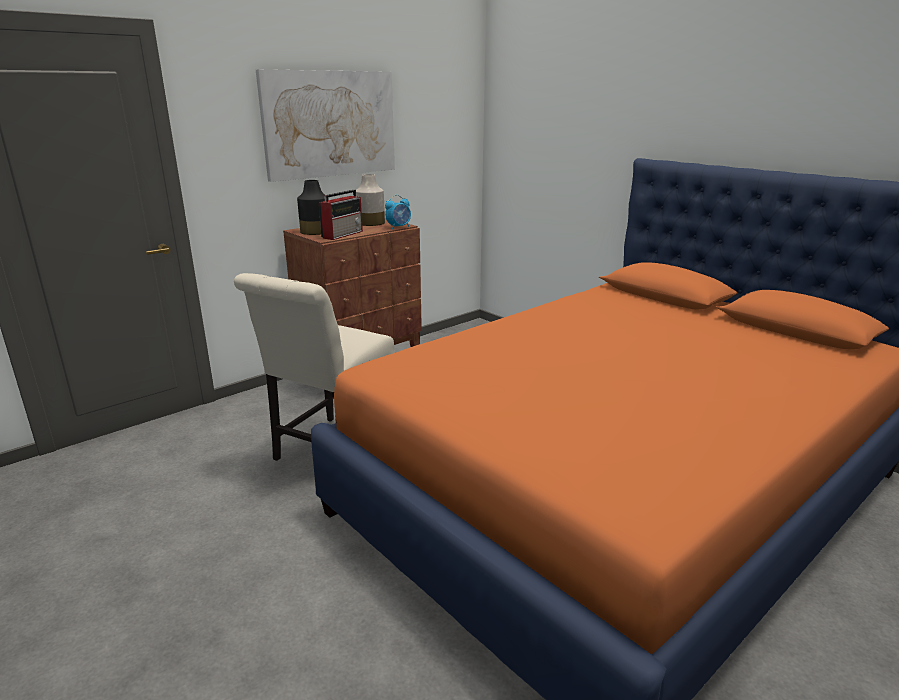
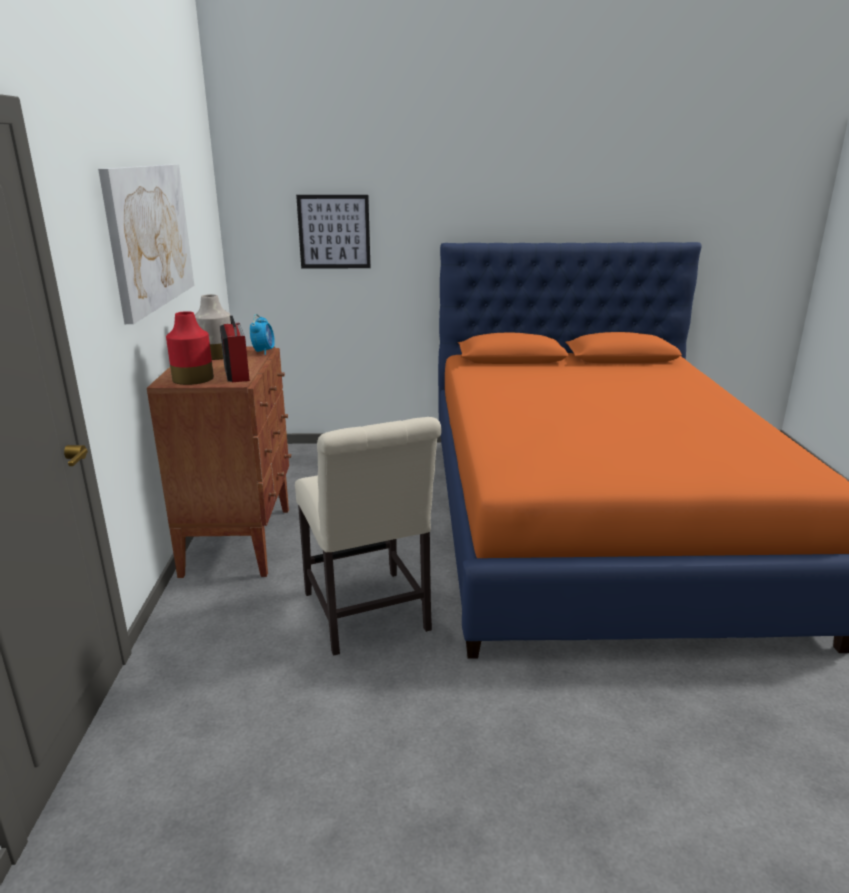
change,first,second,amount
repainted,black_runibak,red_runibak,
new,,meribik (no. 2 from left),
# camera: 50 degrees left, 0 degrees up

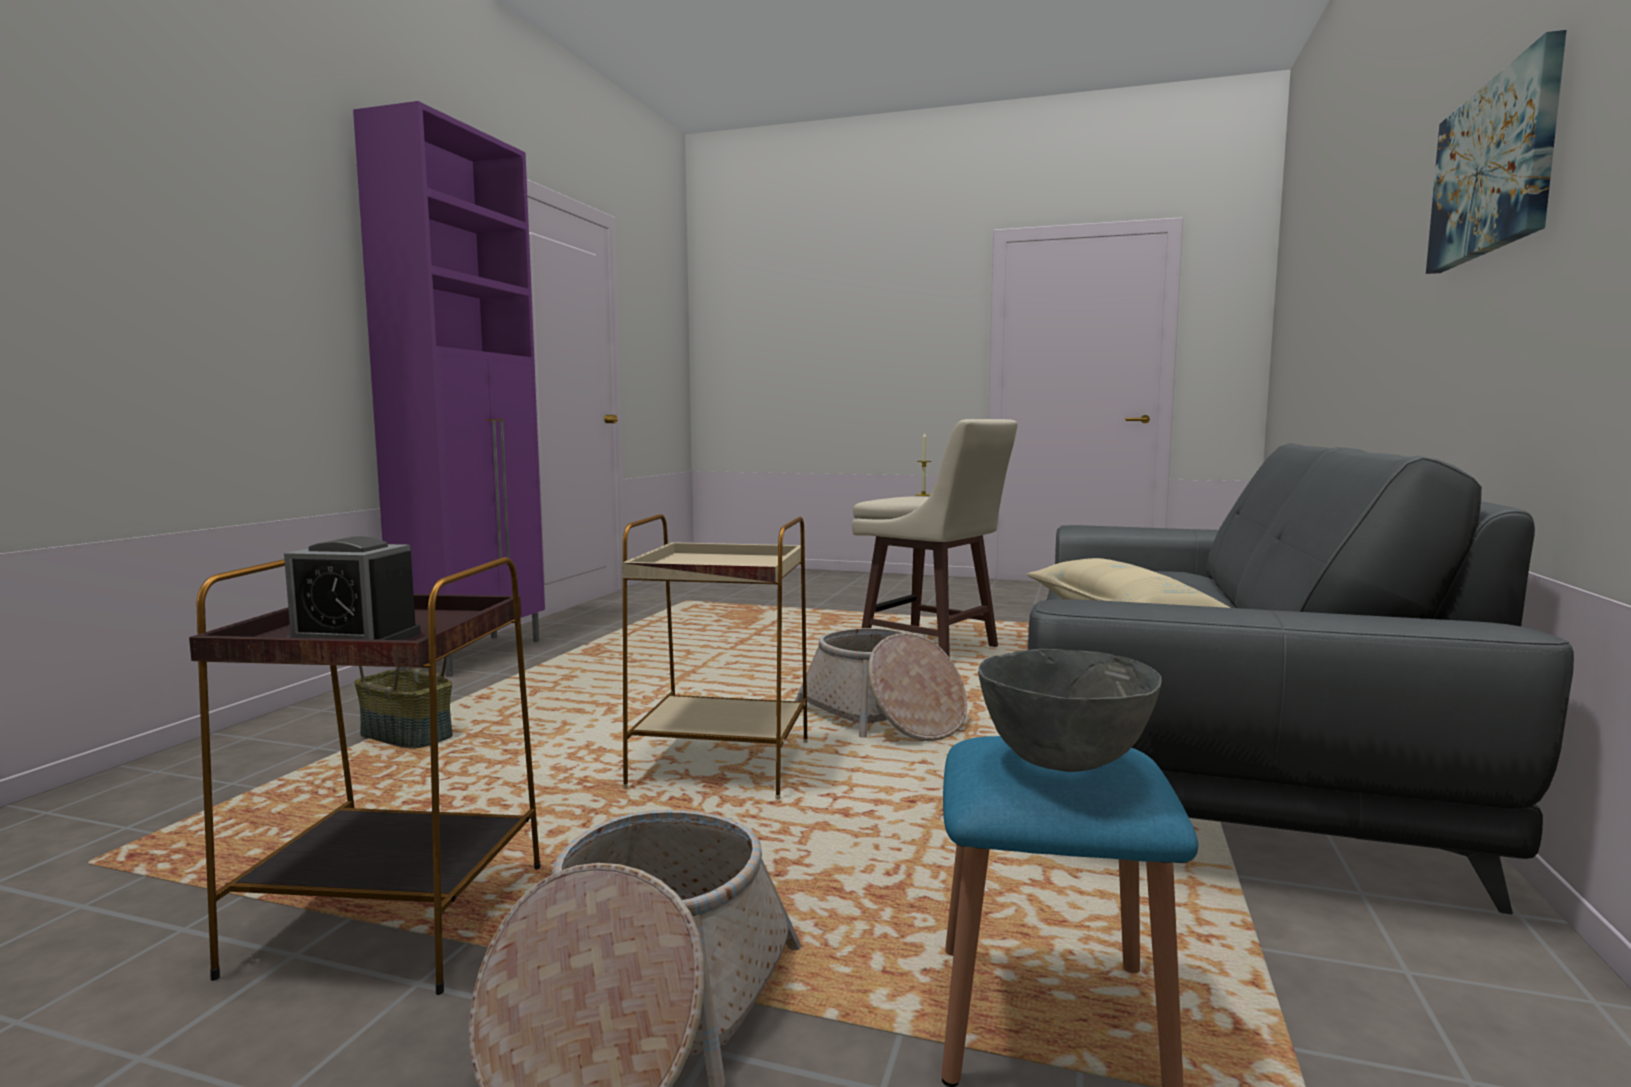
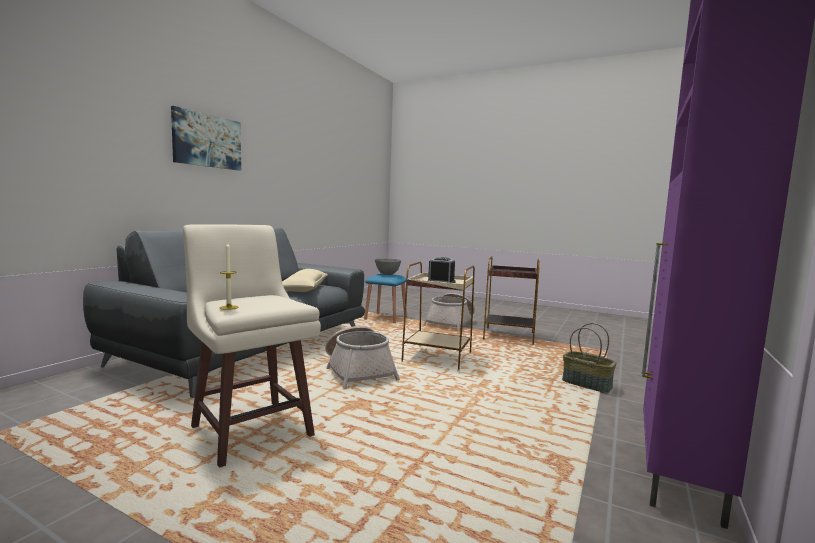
change,first,second,amount
shifted,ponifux,,
# camera: 170 degrees left, 0 degrees up

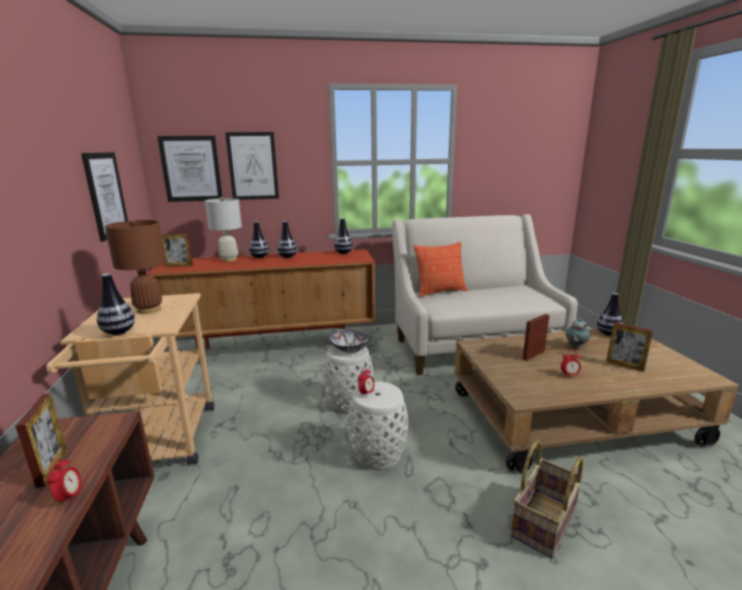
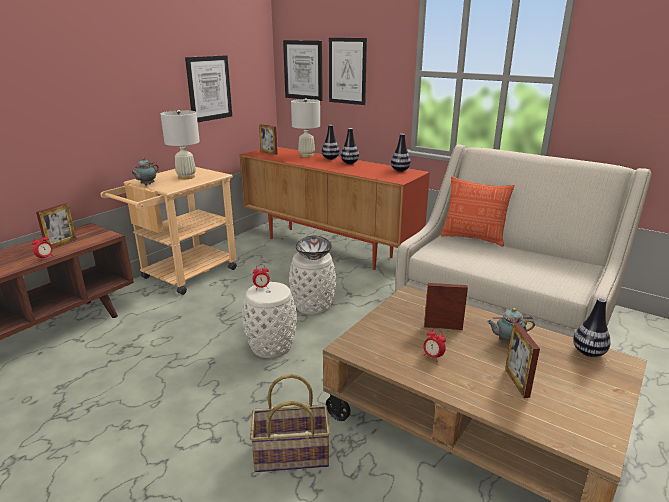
change,first,second,amount
swapped,runibak (no. 1 from left),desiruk (no. 1 from left),
repainted,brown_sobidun,white_sobidun (no. 1 from left),
# camera: 45 degrees right, 5 degrees up

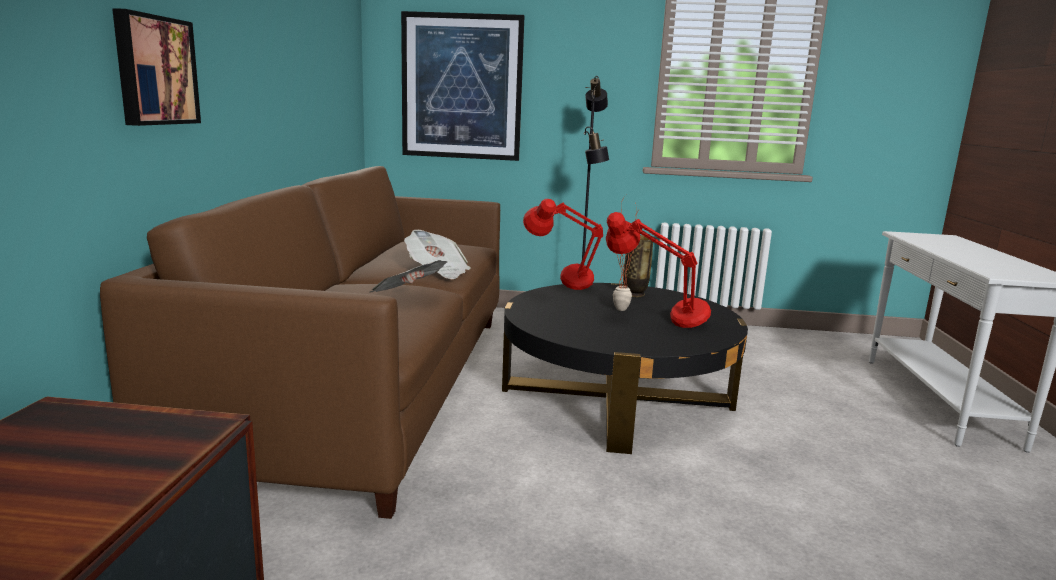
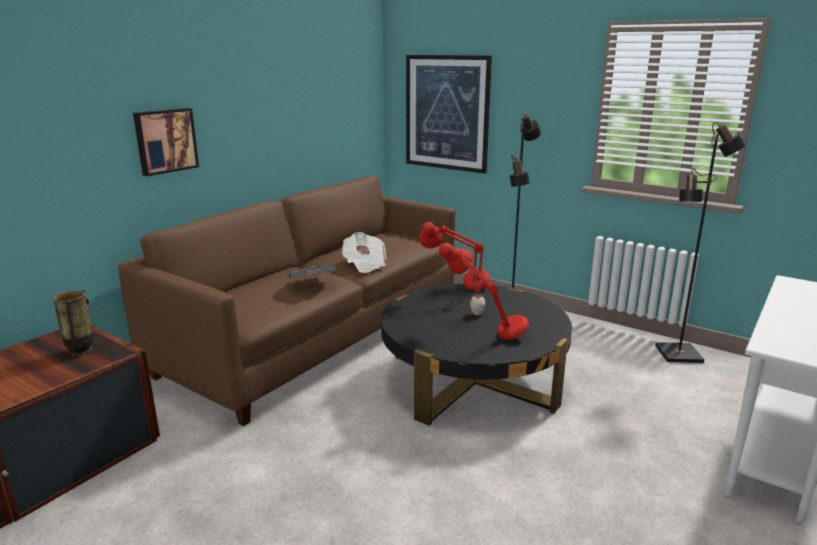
change,first,second,amount
shifted,runibak,,
new,,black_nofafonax (no. 2 from left),
# camera: 30 degrees right, 5 degrees up

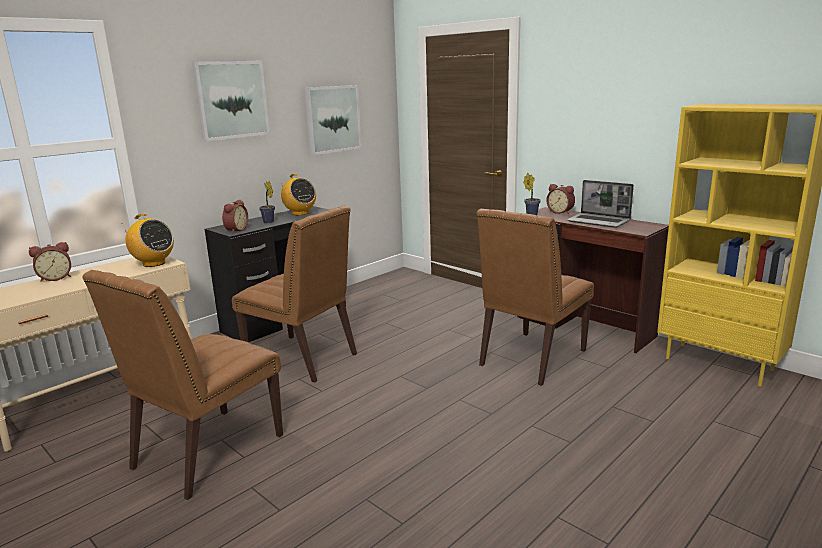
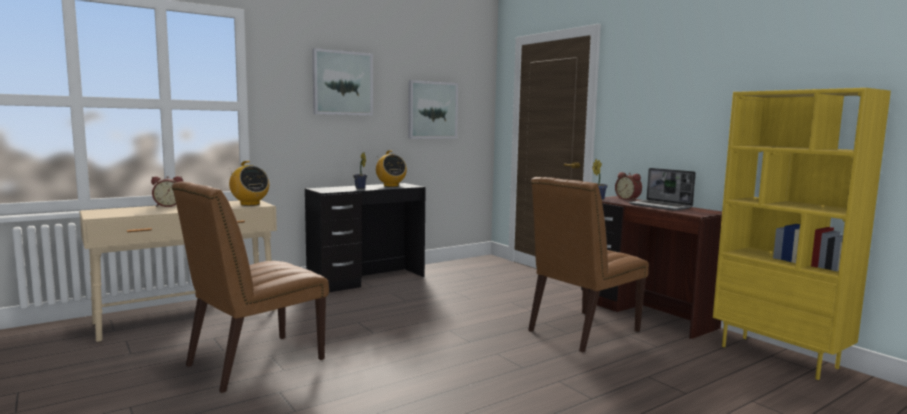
change,first,second,amount
gone,ponifux (no. 2 from left),,
gone,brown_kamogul (no. 2 from left),,
# camera: 10 degrees right, 10 degrees down

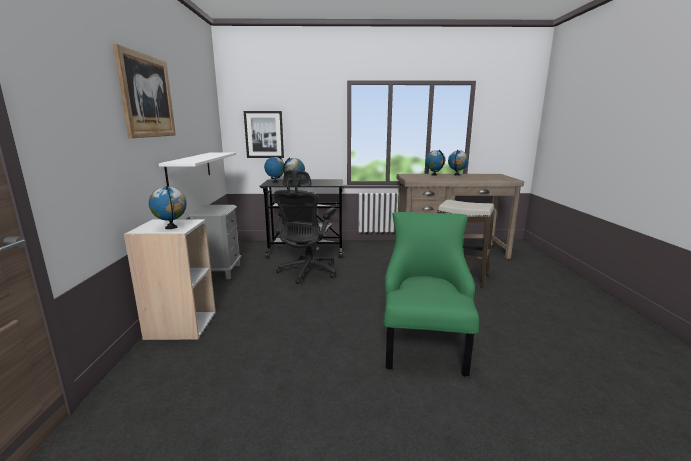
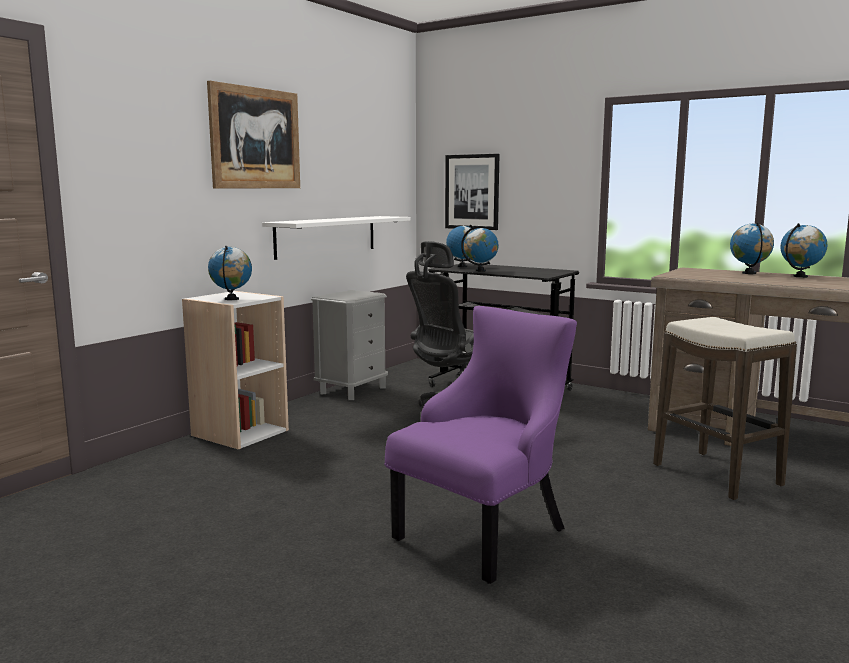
change,first,second,amount
repainted,green_kamogul,purple_kamogul,
# camera: 35 degrees right, 5 degrees down

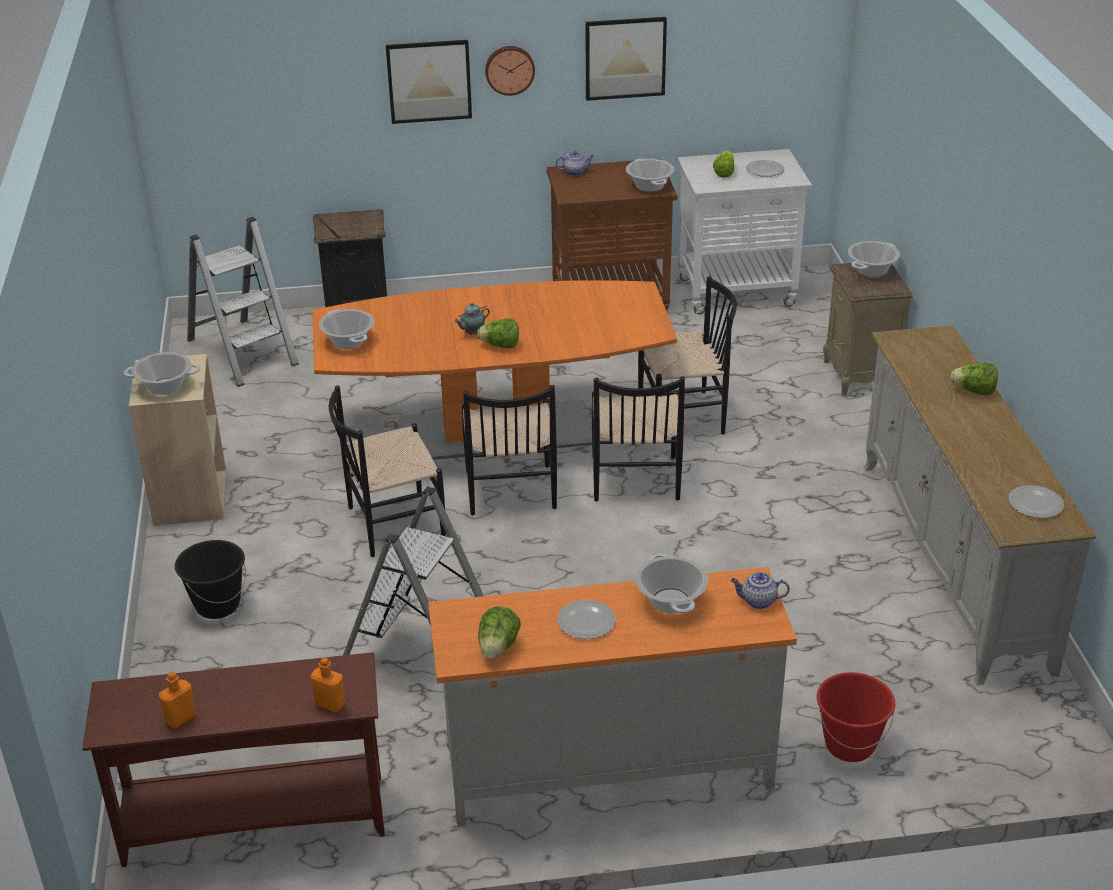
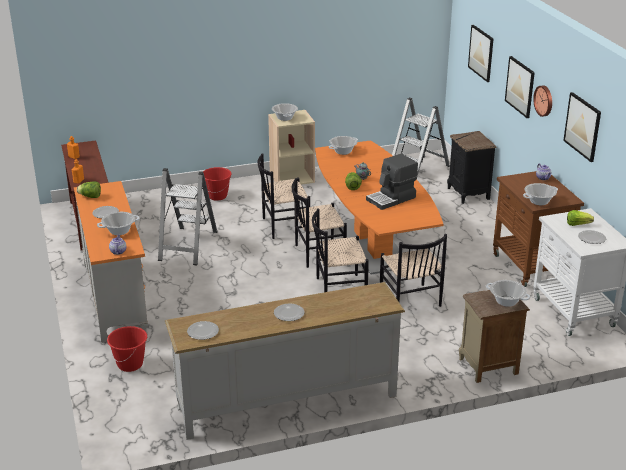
change,first,second,amount
repainted,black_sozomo,red_sozomo (no. 2 from left),
rotated,black_kamogul (no. 1 from left),,75 degrees counterclockwise
gone,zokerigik (no. 4 from left),,
new,,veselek (no. 3 from left),
new,,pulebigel,
new,,meribik (no. 1 from left),
# camera: 80 degrees right, 5 degrees down

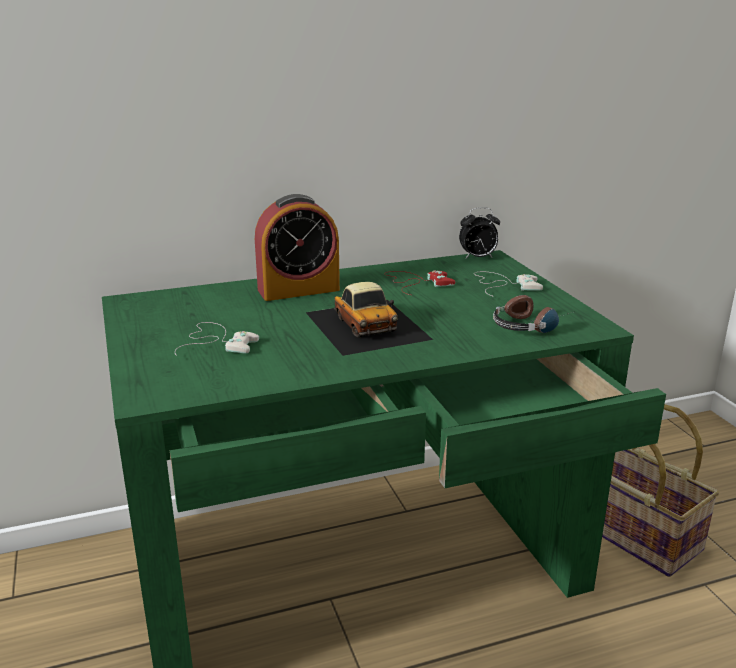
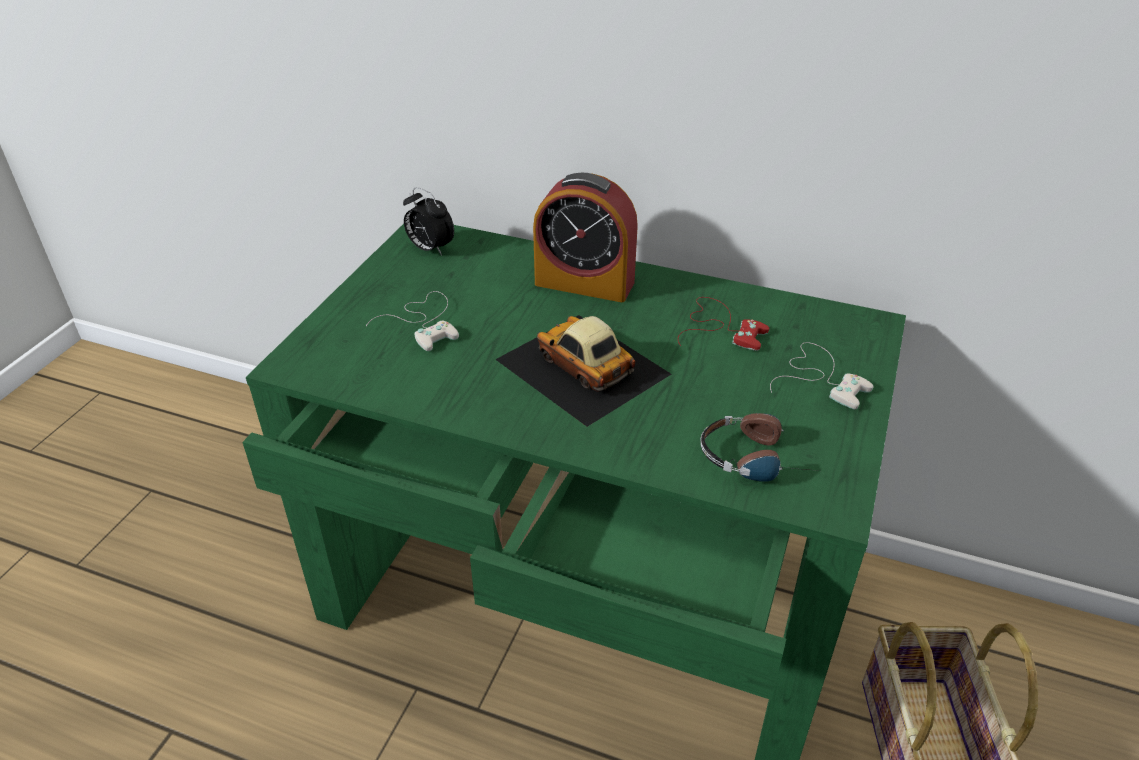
change,first,second,amount
rotated,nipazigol,,120 degrees clockwise
shifted,ponifux (no. 2 from left in the first image),ponifux (no. 1 from left),
# camera: 40 degrees right, 15 degrees up

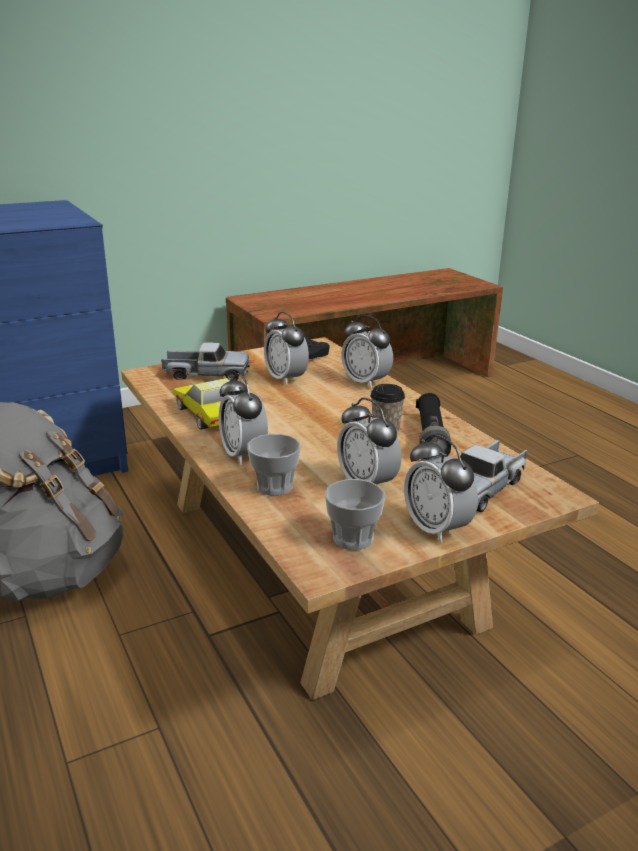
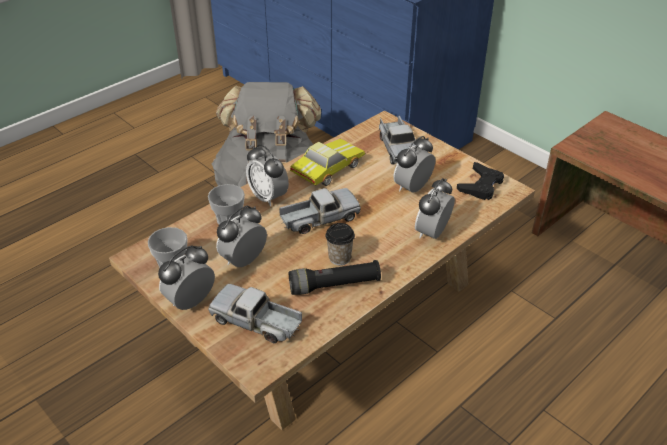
change,first,second,amount
rotated,ponifux (no. 1 from left in the first image),ponifux (no. 3 from left),90 degrees counterclockwise
new,,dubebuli (no. 2 from left),
# camera: 75 degrees right, 15 degrees up

